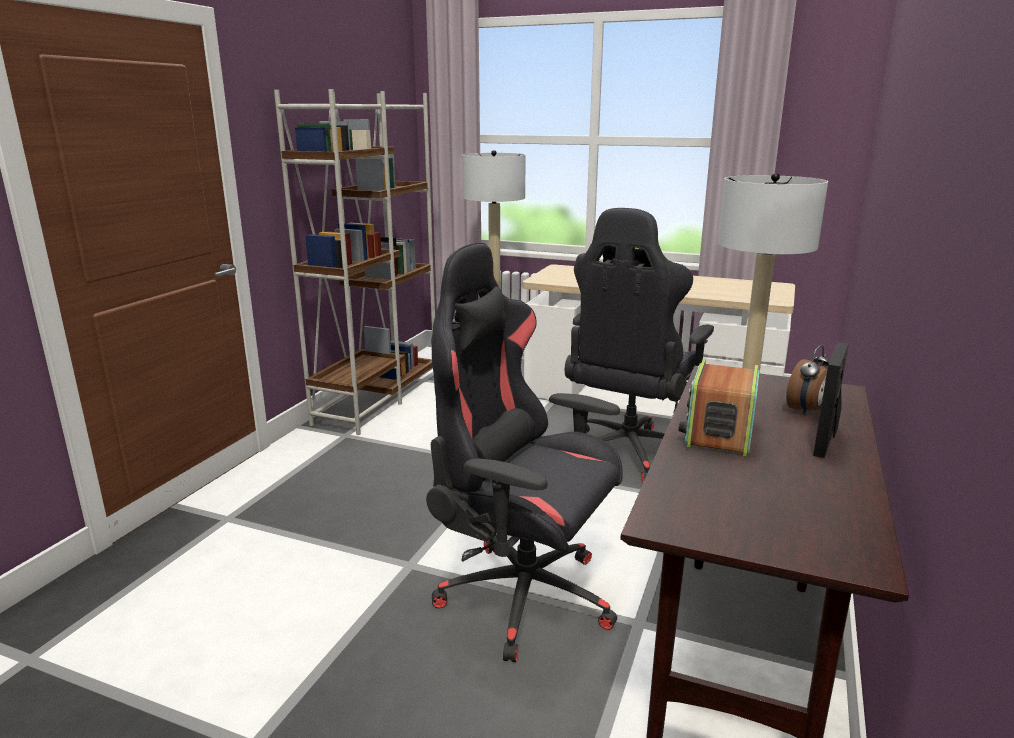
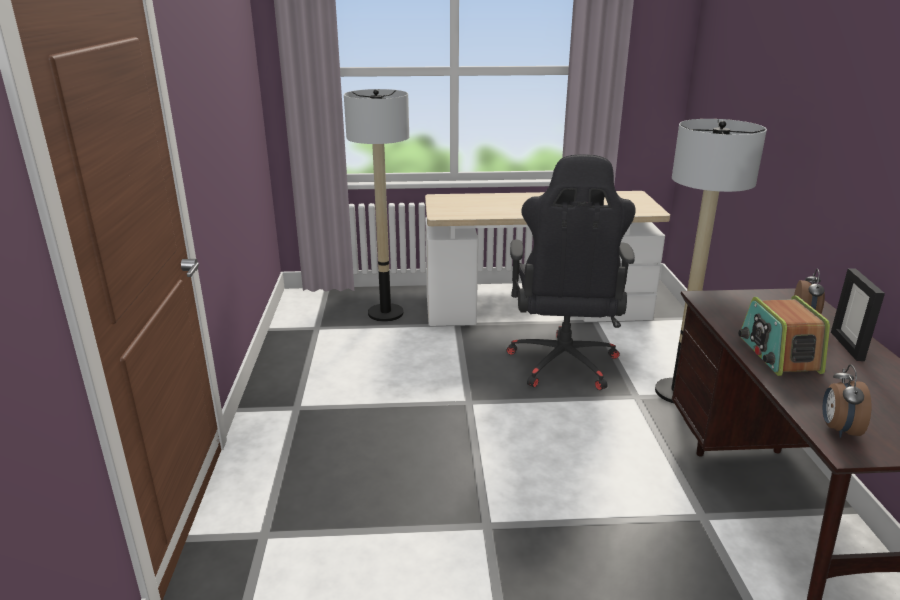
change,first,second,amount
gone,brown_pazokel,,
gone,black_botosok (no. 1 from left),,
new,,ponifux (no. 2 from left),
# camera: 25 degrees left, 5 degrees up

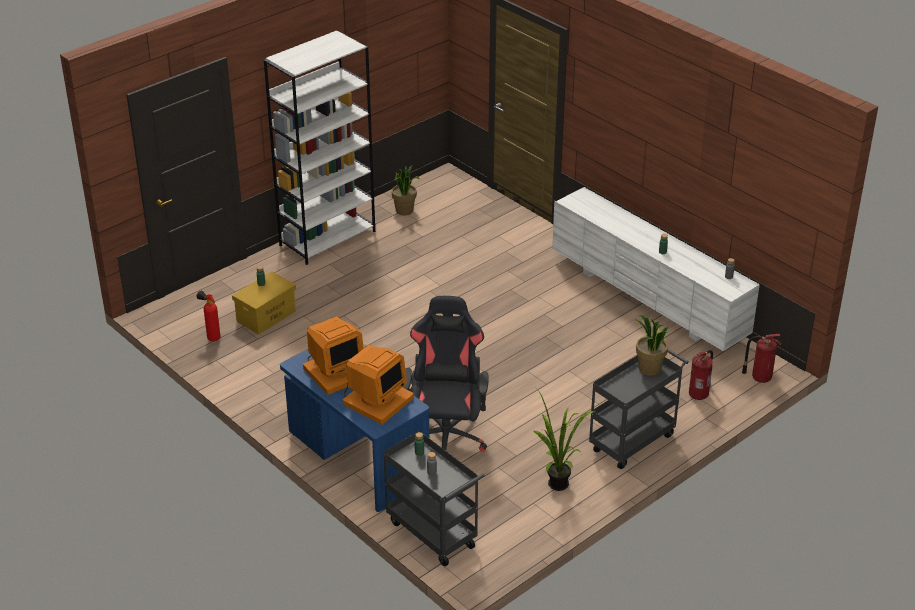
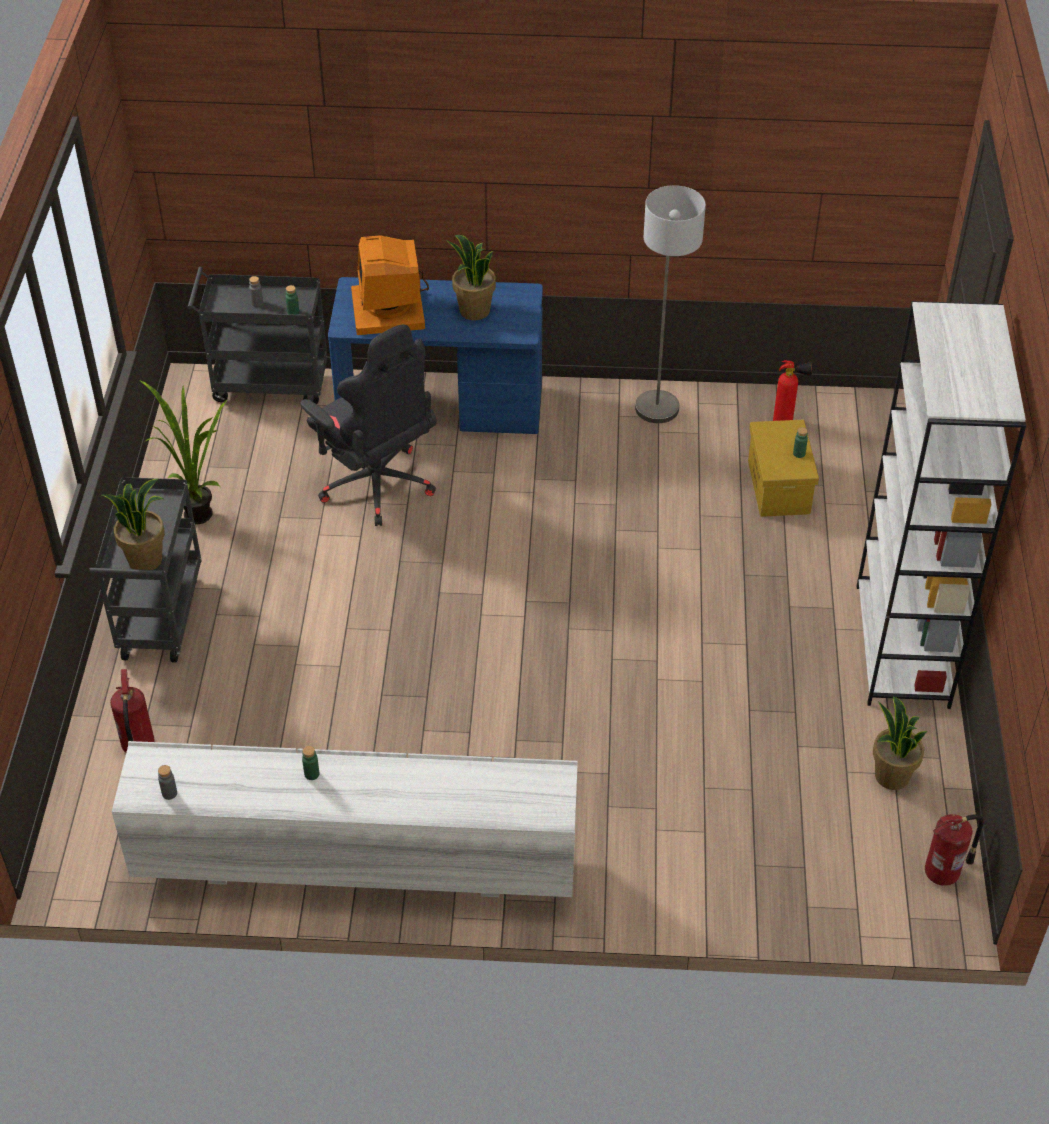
change,first,second,amount
swapped,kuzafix (no. 1 from left),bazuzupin (no. 3 from left),
shifted,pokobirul (no. 3 from left),,
new,,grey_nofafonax,
# camera: 135 degrees right, 10 degrees up

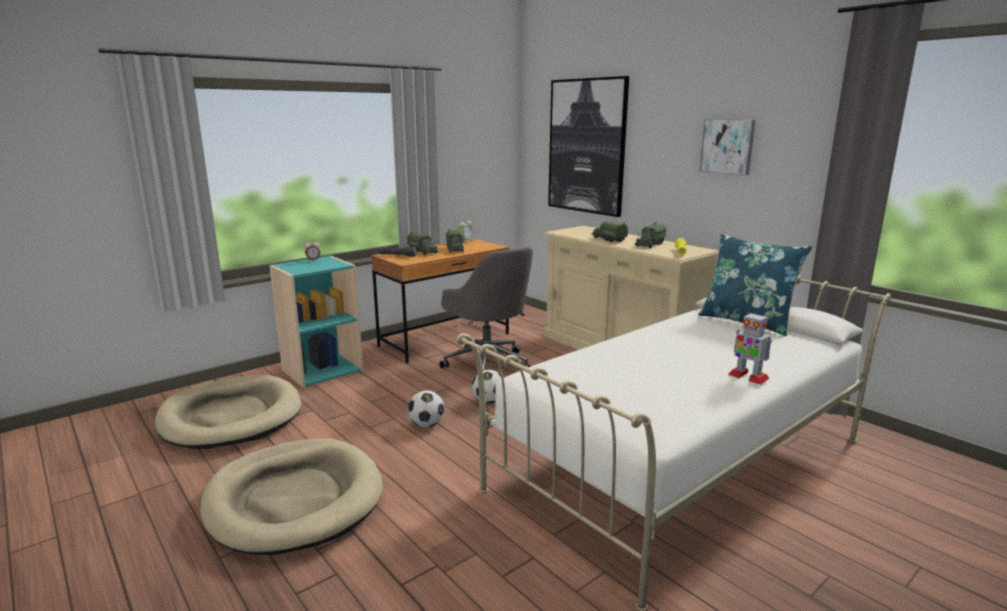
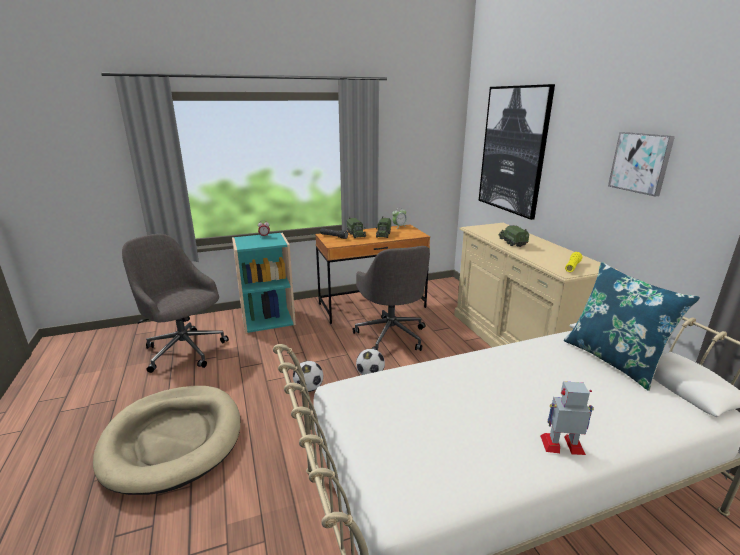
change,first,second,amount
swapped,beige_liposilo (no. 1 from left),grey_botosok (no. 1 from left),
gone,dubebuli (no. 4 from left),,
rotated,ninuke,,120 degrees clockwise
# camera: 20 degrees right, 5 degrees up

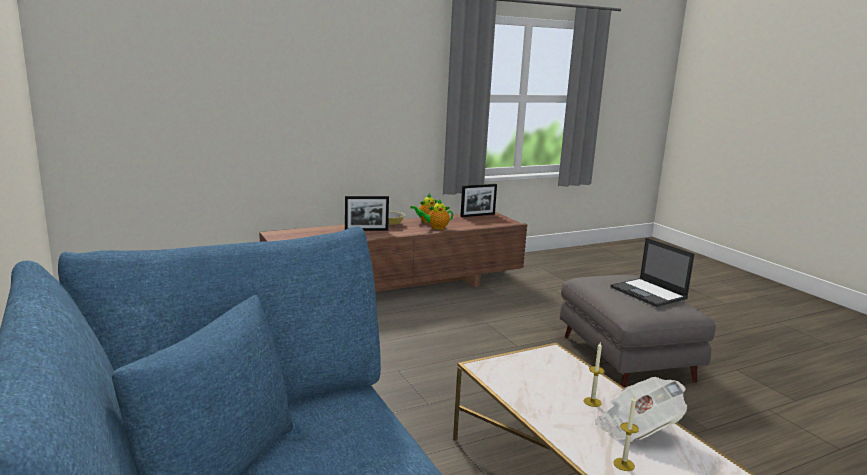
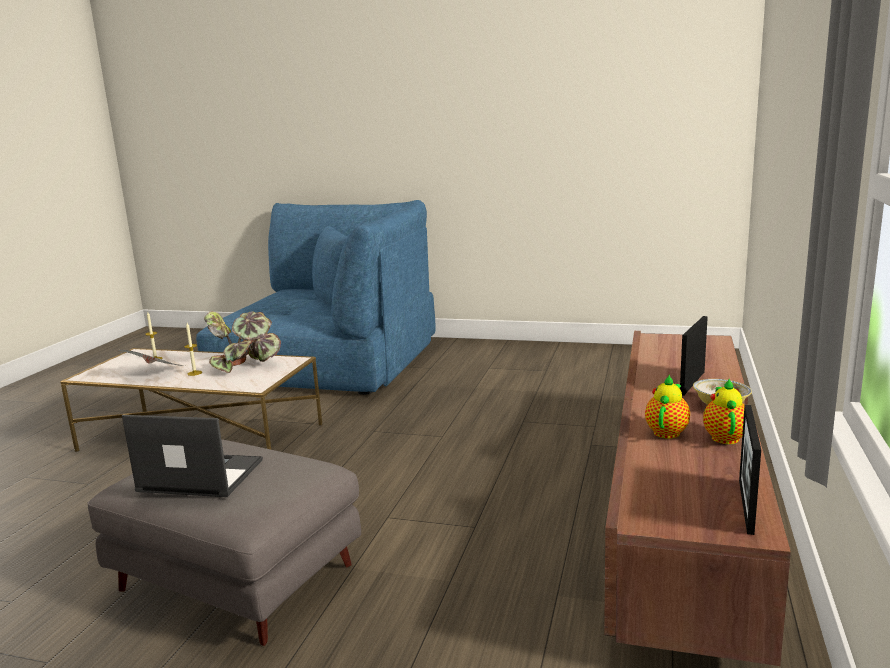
change,first,second,amount
new,,bazuzupin,
# camera: 135 degrees right, 0 degrees up

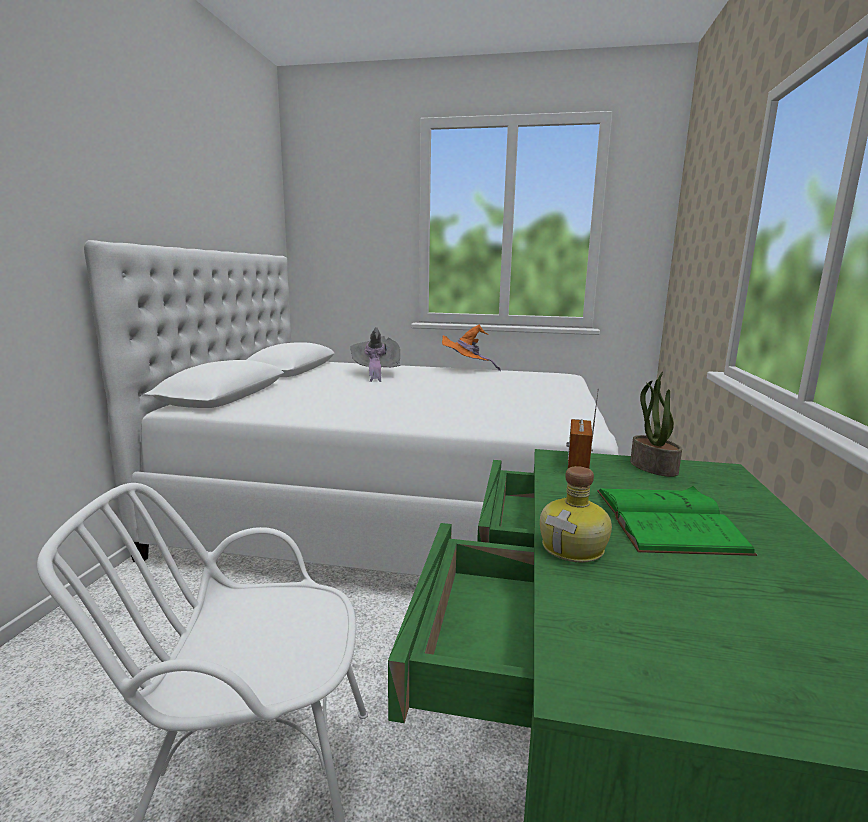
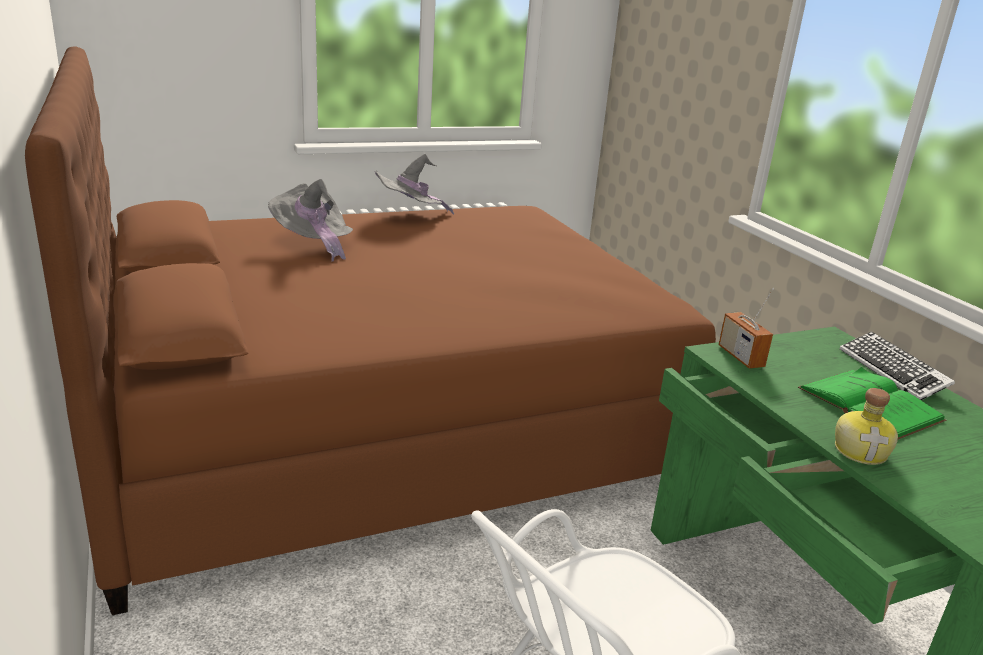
change,first,second,amount
repainted,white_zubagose,brown_zubagose,
repainted,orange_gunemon,grey_gunemon (no. 2 from left),
gone,bazuzupin,,
new,,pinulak,
# camera: 35 degrees left, 10 degrees up

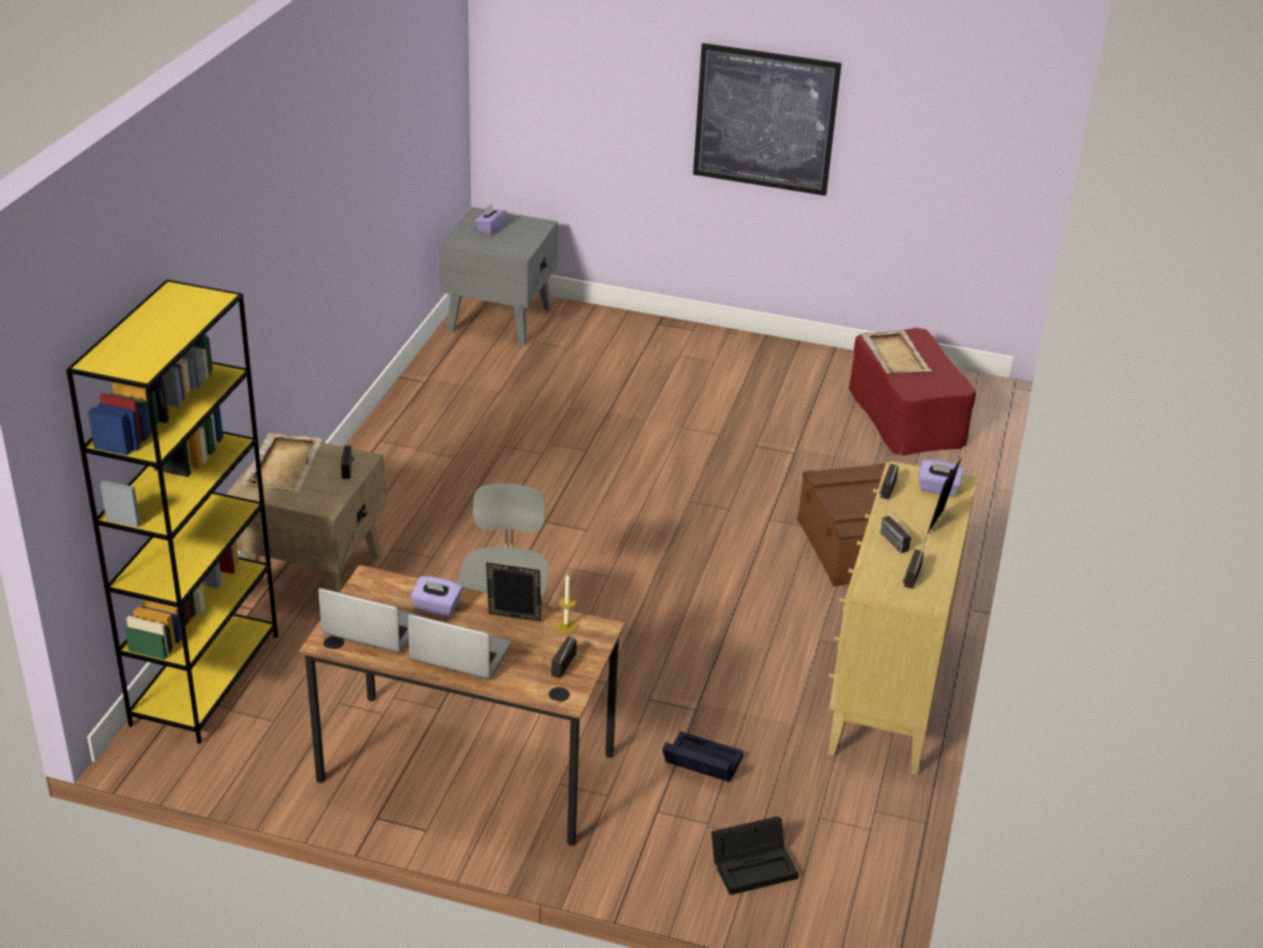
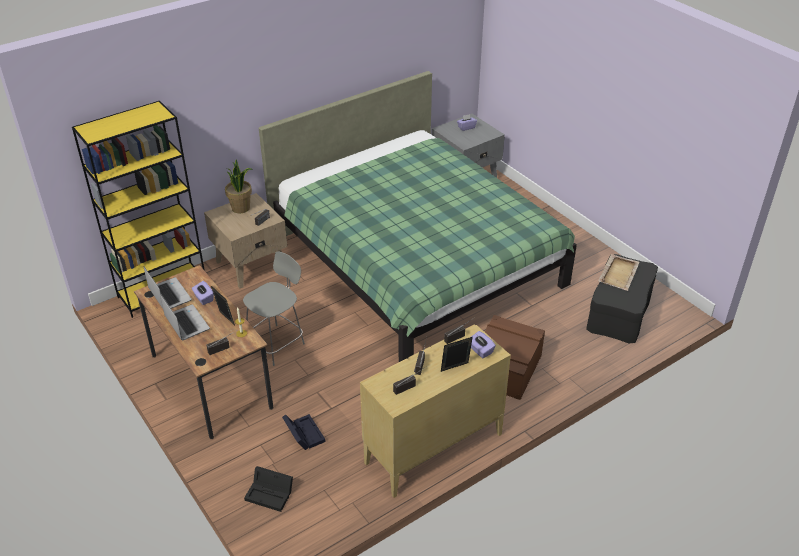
change,first,second,amount
swapped,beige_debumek (no. 1 from left),bazuzupin,
gone,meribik,,
repainted,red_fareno,black_fareno,
new,,green_zubagose,
# camera: 40 degrees right, 5 degrees up

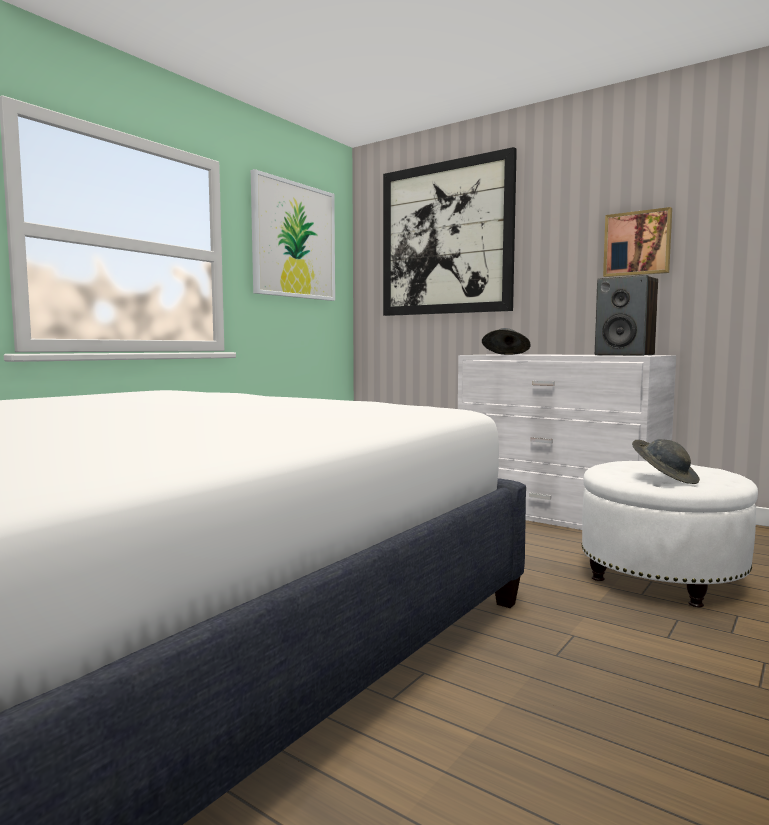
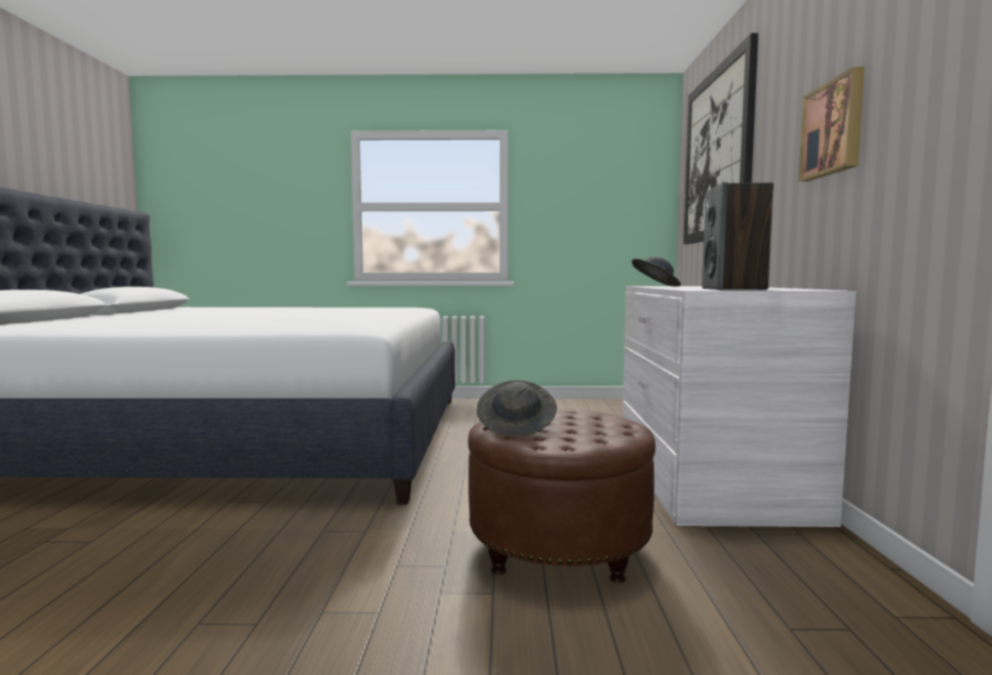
change,first,second,amount
gone,meribik (no. 1 from left),,
repainted,white_fareno,brown_fareno,
# camera: 55 degrees right, 0 degrees up

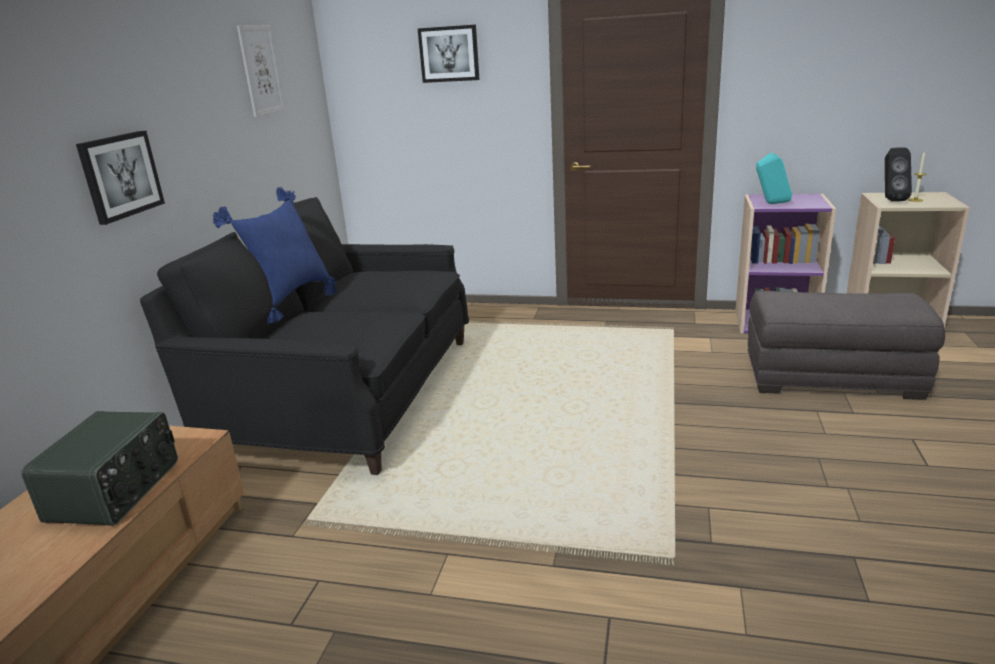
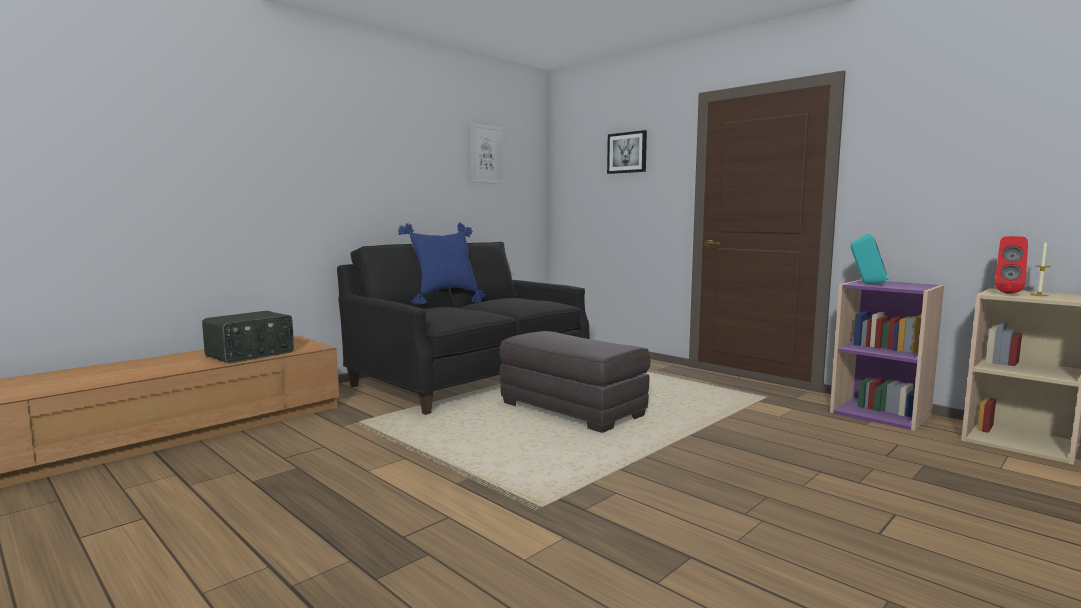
change,first,second,amount
gone,meribik (no. 1 from left),,
shifted,grey_fareno,,
repainted,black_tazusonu,red_tazusonu,
# camera: 30 degrees right, 15 degrees down

